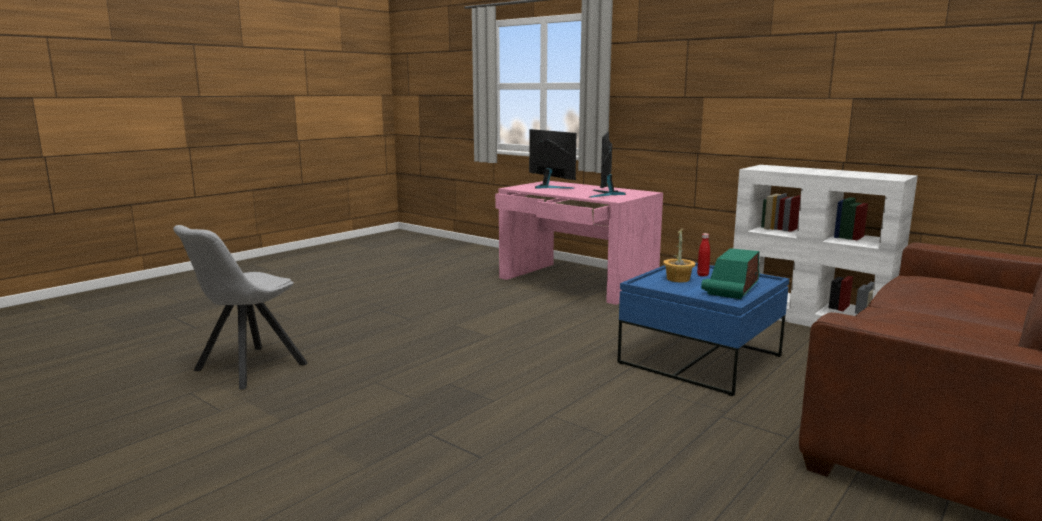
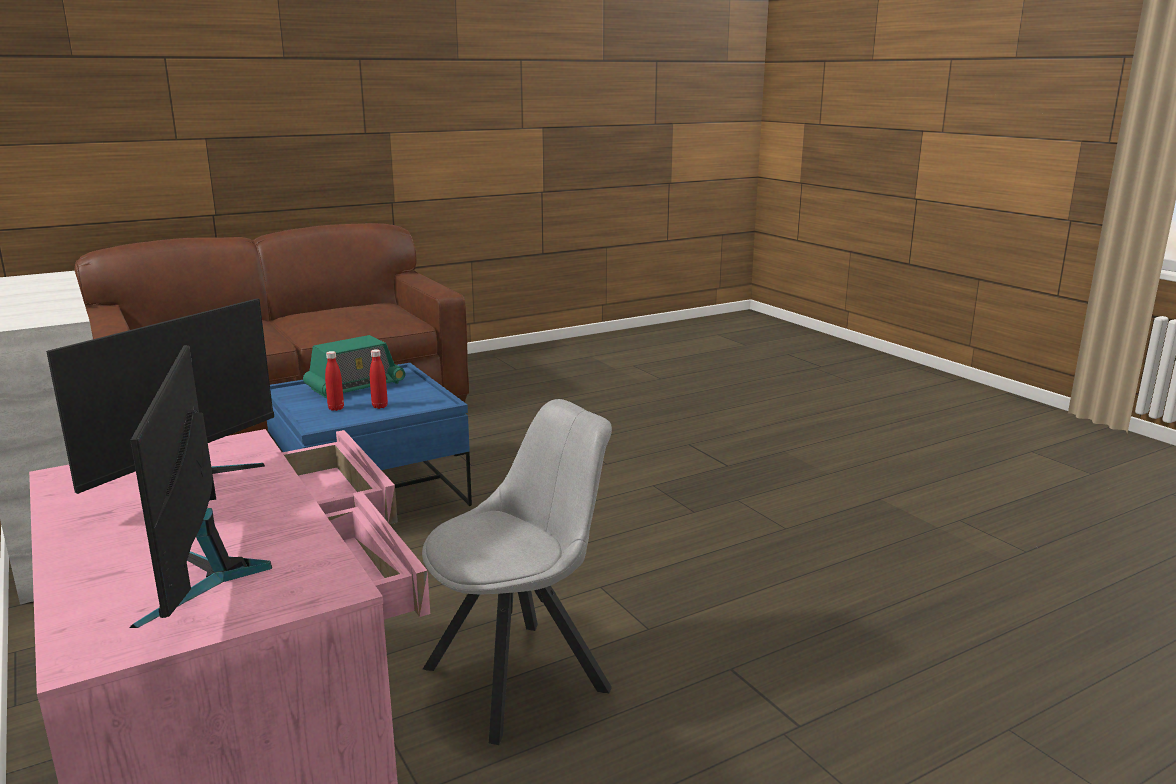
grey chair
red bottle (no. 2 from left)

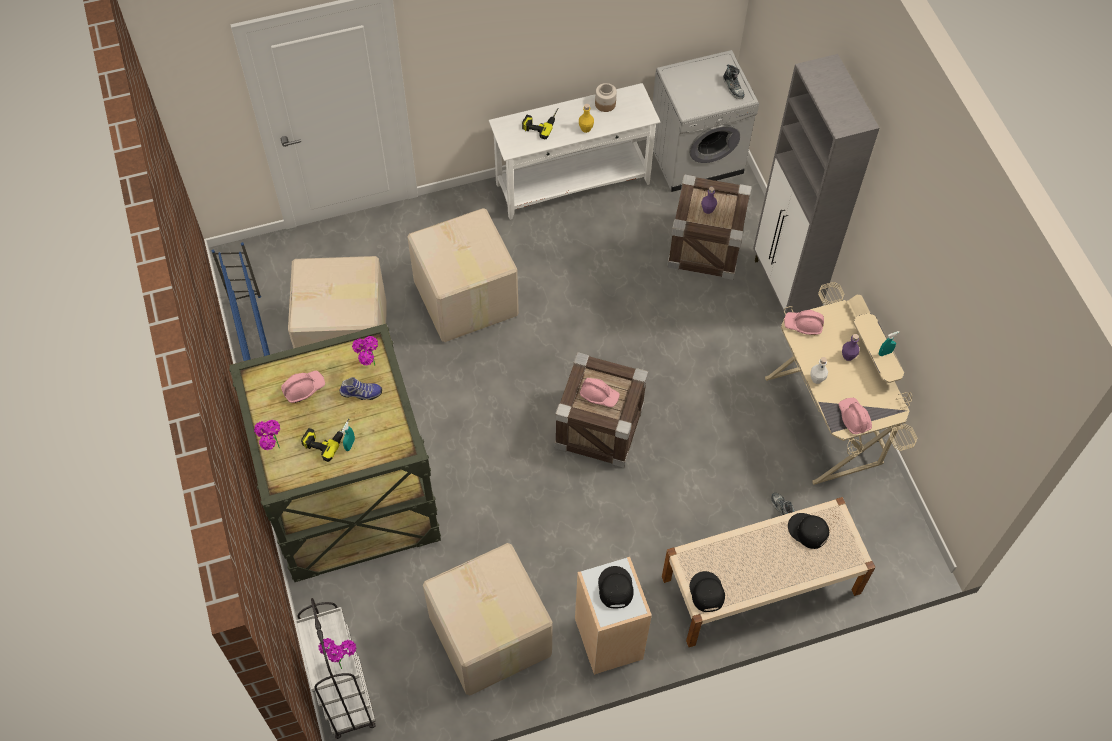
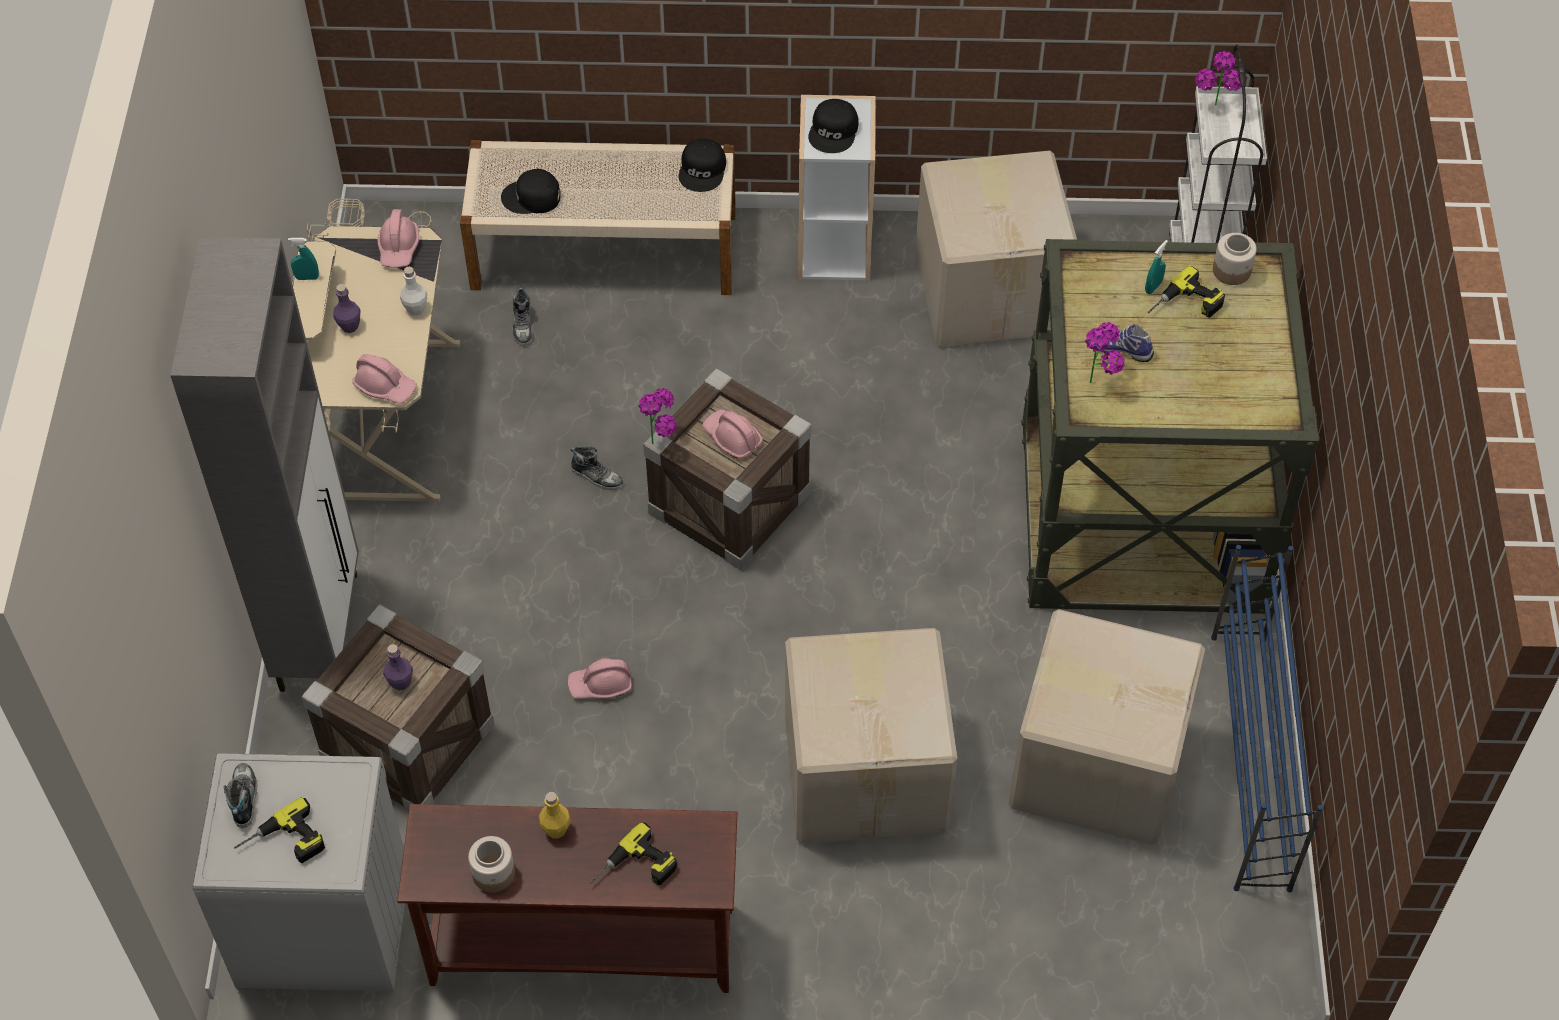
brown console table
pink hard hat (no. 3 from left)
potted plant (no. 1 from left)
black cap (no. 1 from left)
jar (no. 2 from left)
shoe (no. 3 from left)
power drill (no. 1 from left)

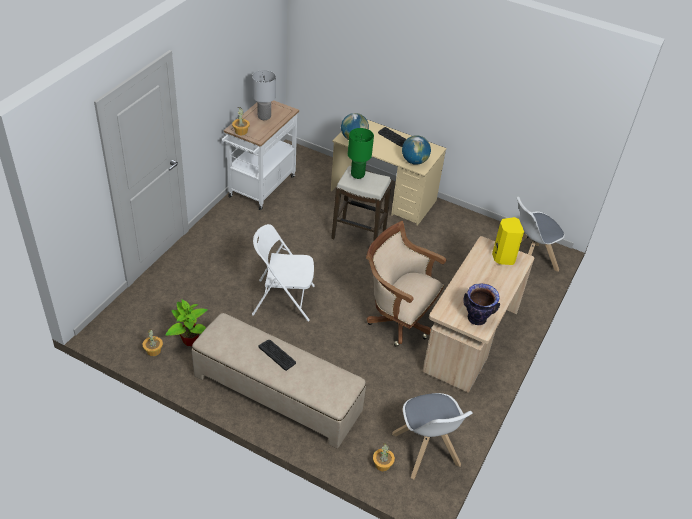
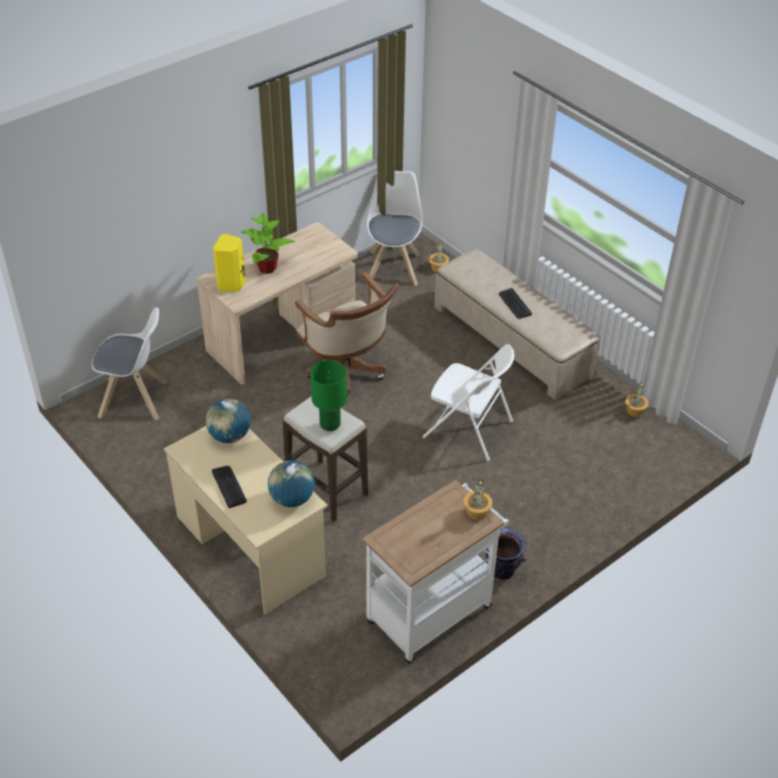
grey table lamp
vase
potted plant (no. 1 from left)

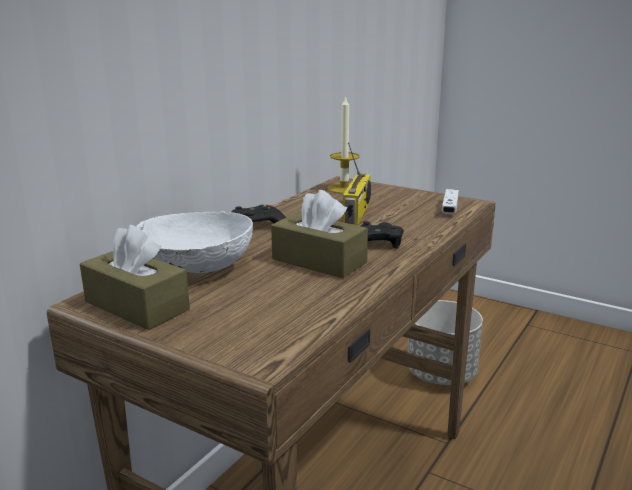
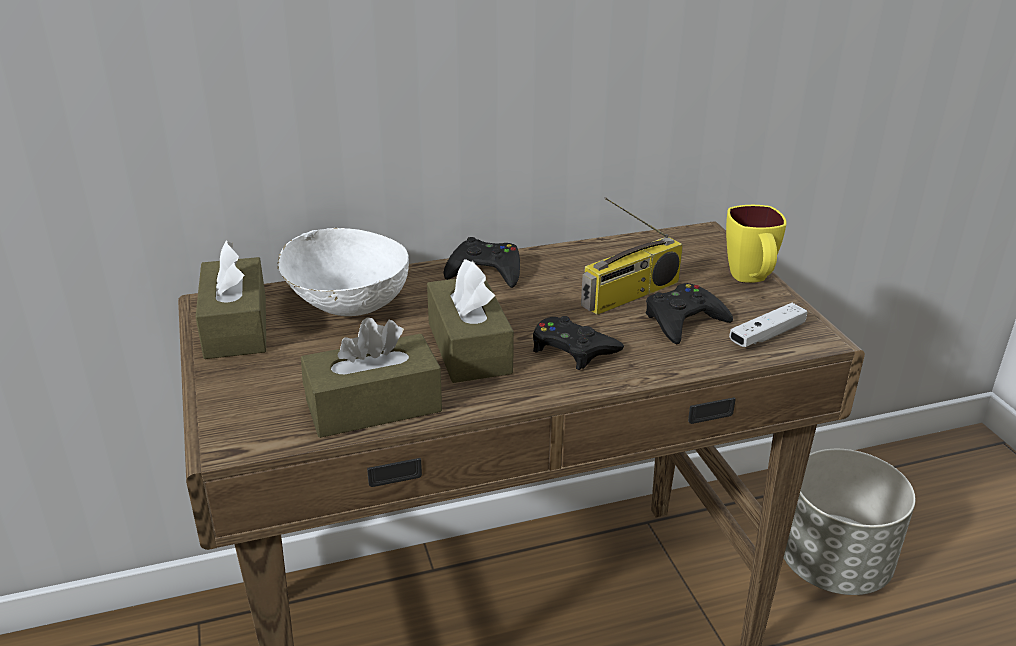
candle
yellow mug
black game controller (no. 3 from left)
brown tissue box (no. 2 from left)

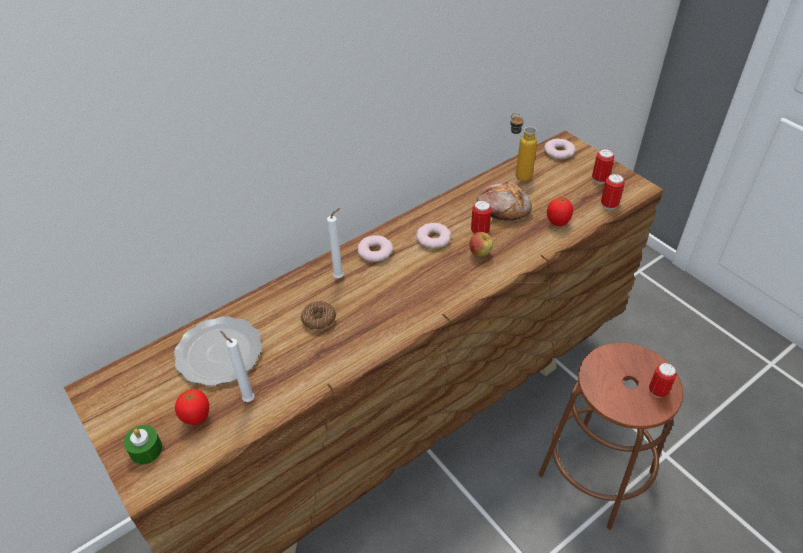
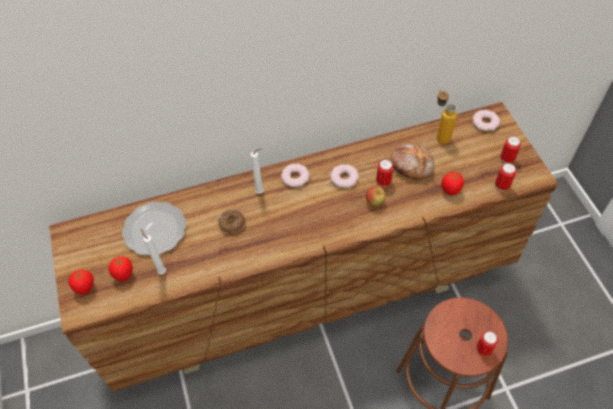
tomato (no. 1 from left)

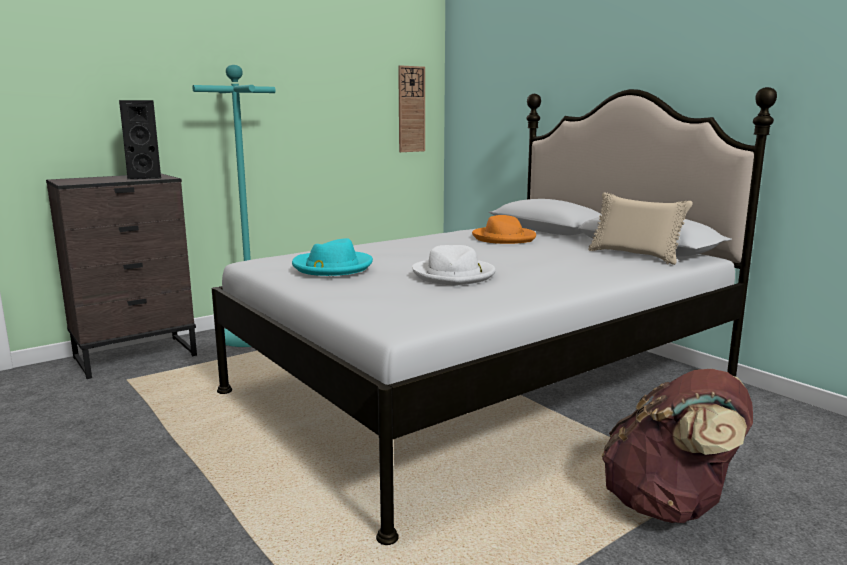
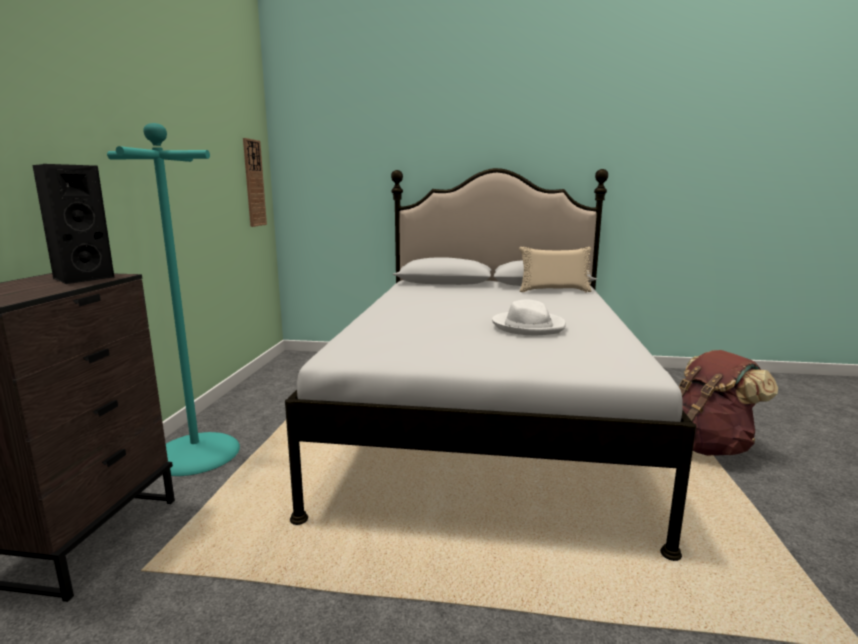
orange hat
turquoise hat

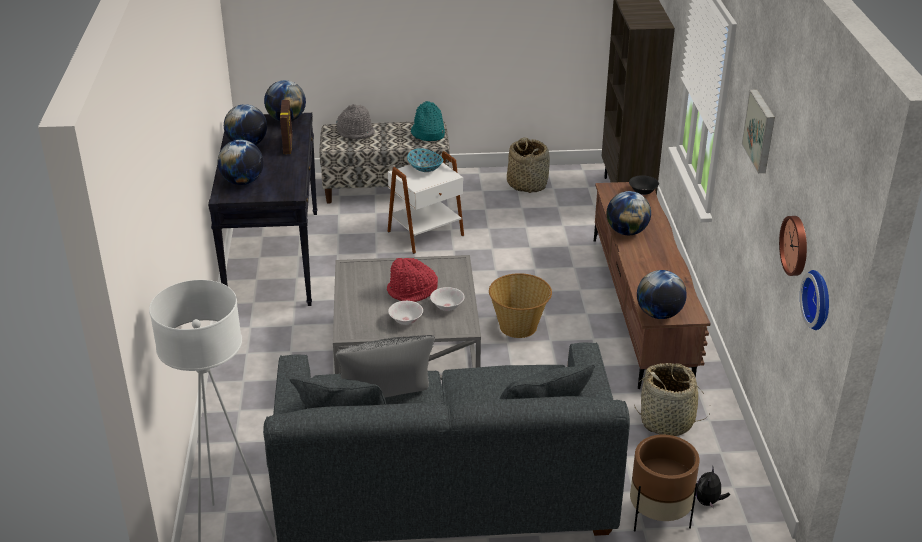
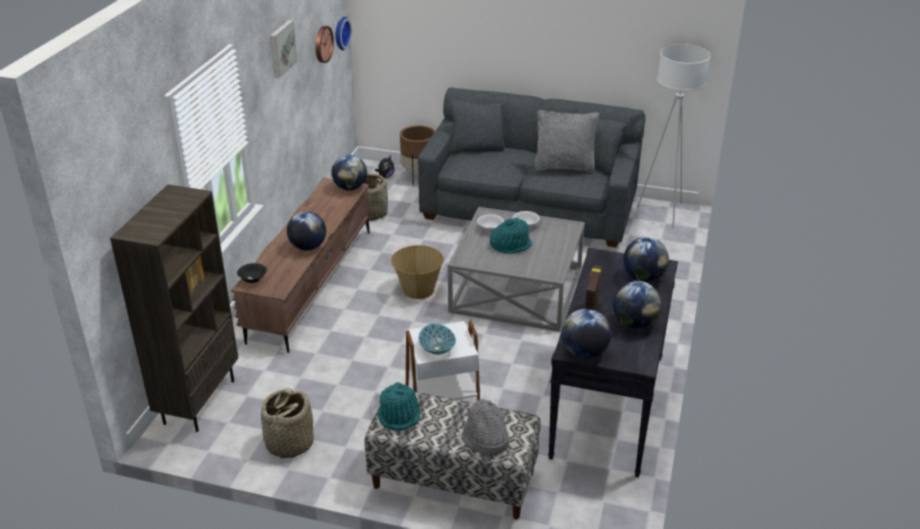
turquoise hat (no. 2 from left)

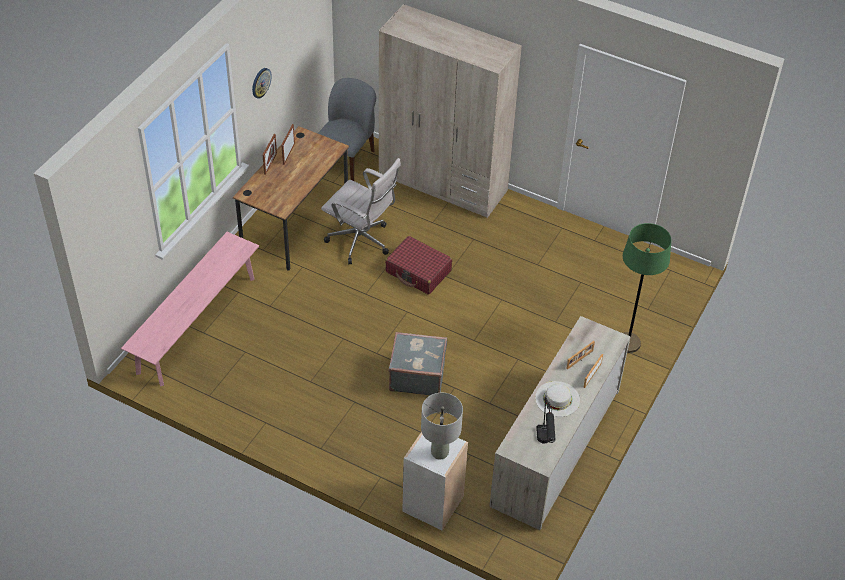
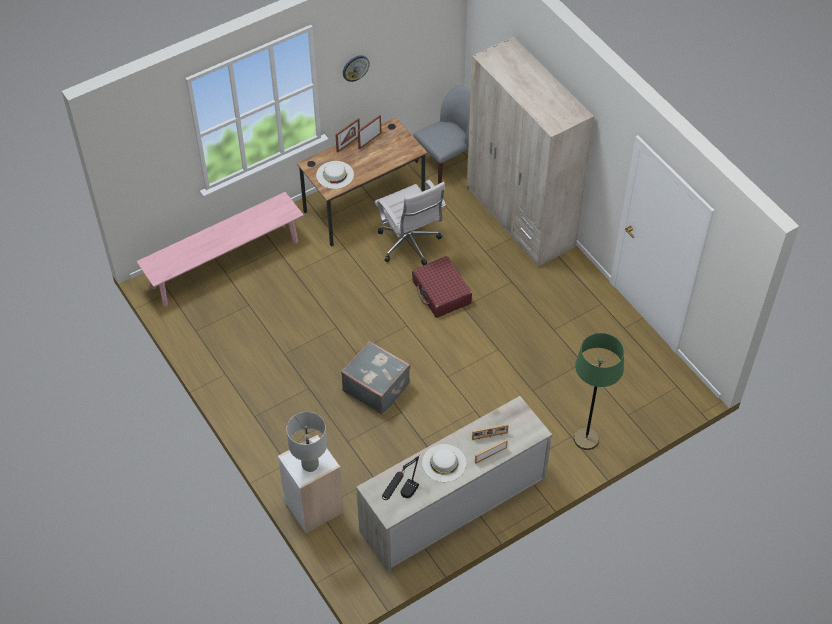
white hat (no. 1 from left)

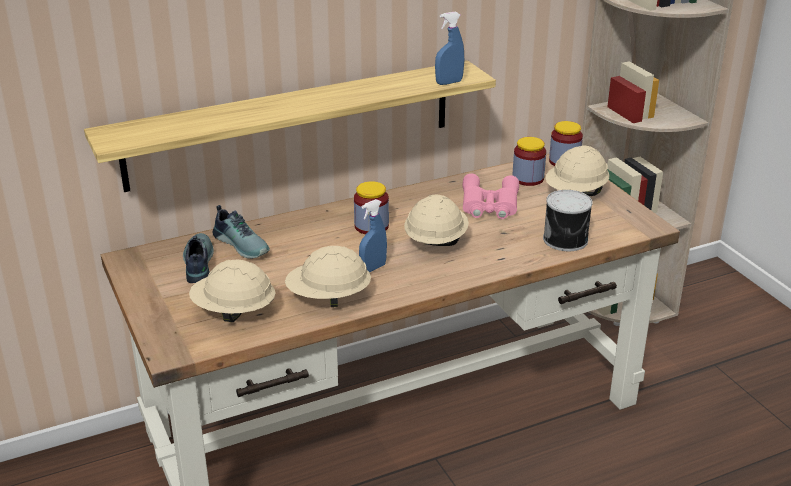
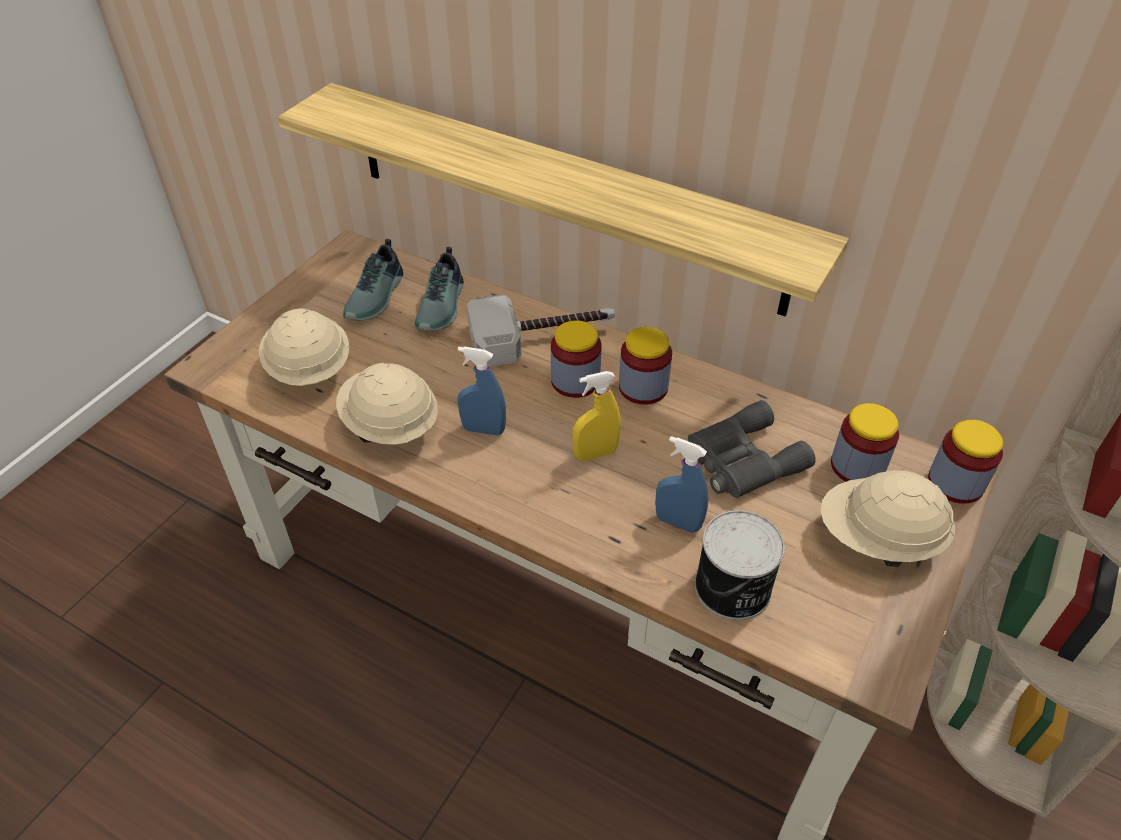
blue spray bottle (no. 2 from left)
grey binoculars
yellow spray bottle
shoe (no. 1 from left)
hammer
jar (no. 2 from left)

